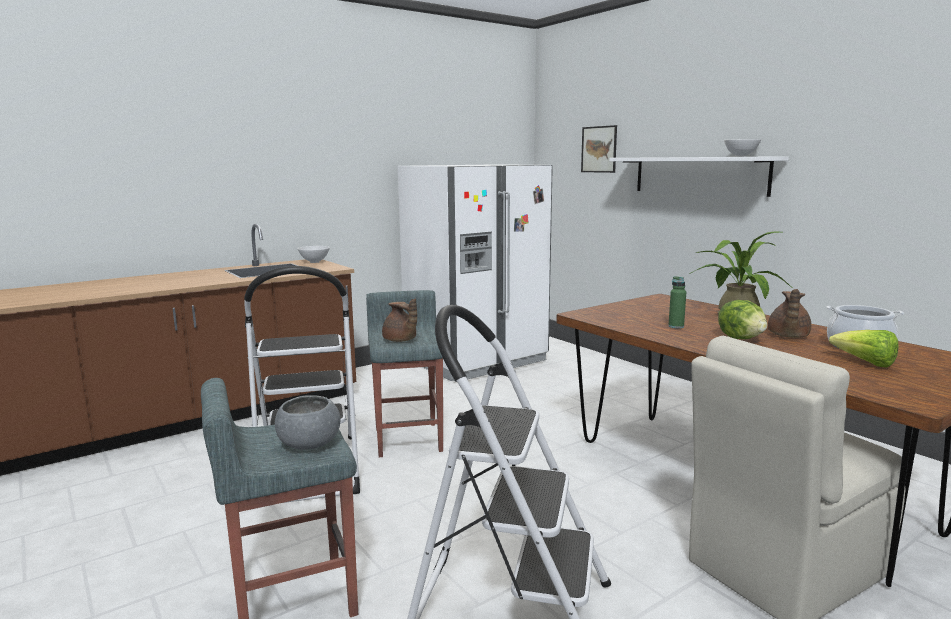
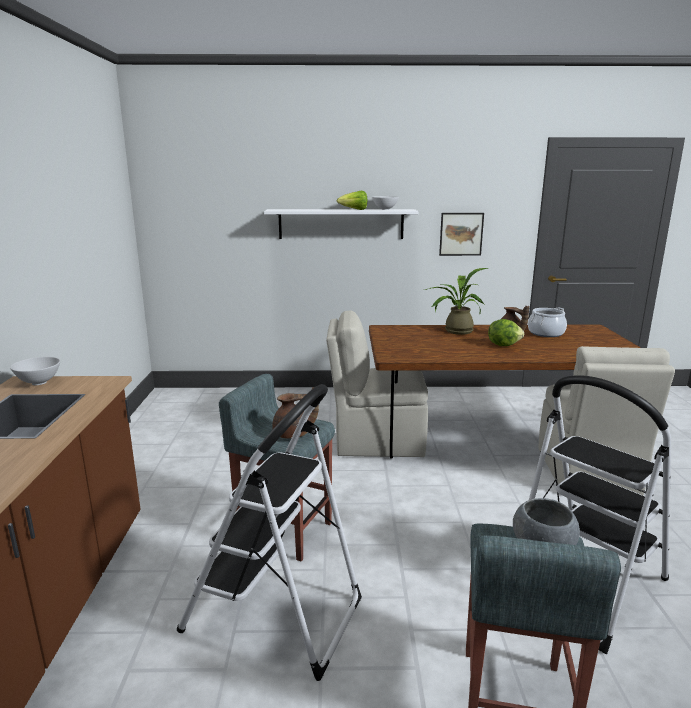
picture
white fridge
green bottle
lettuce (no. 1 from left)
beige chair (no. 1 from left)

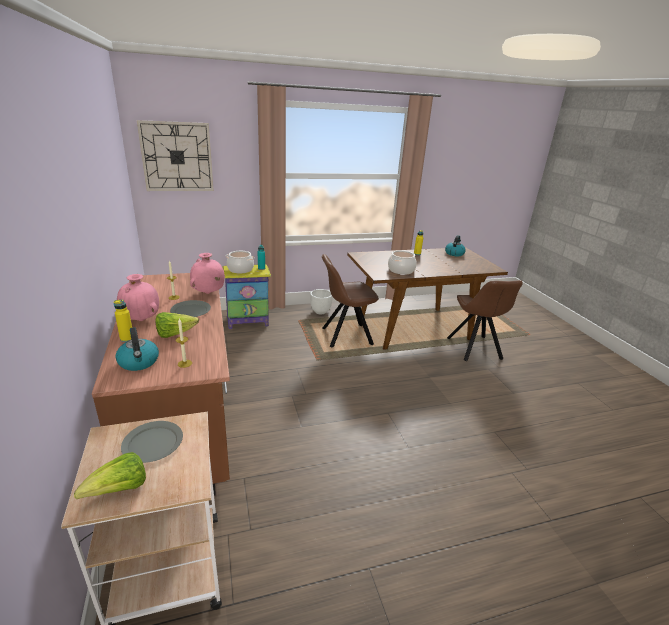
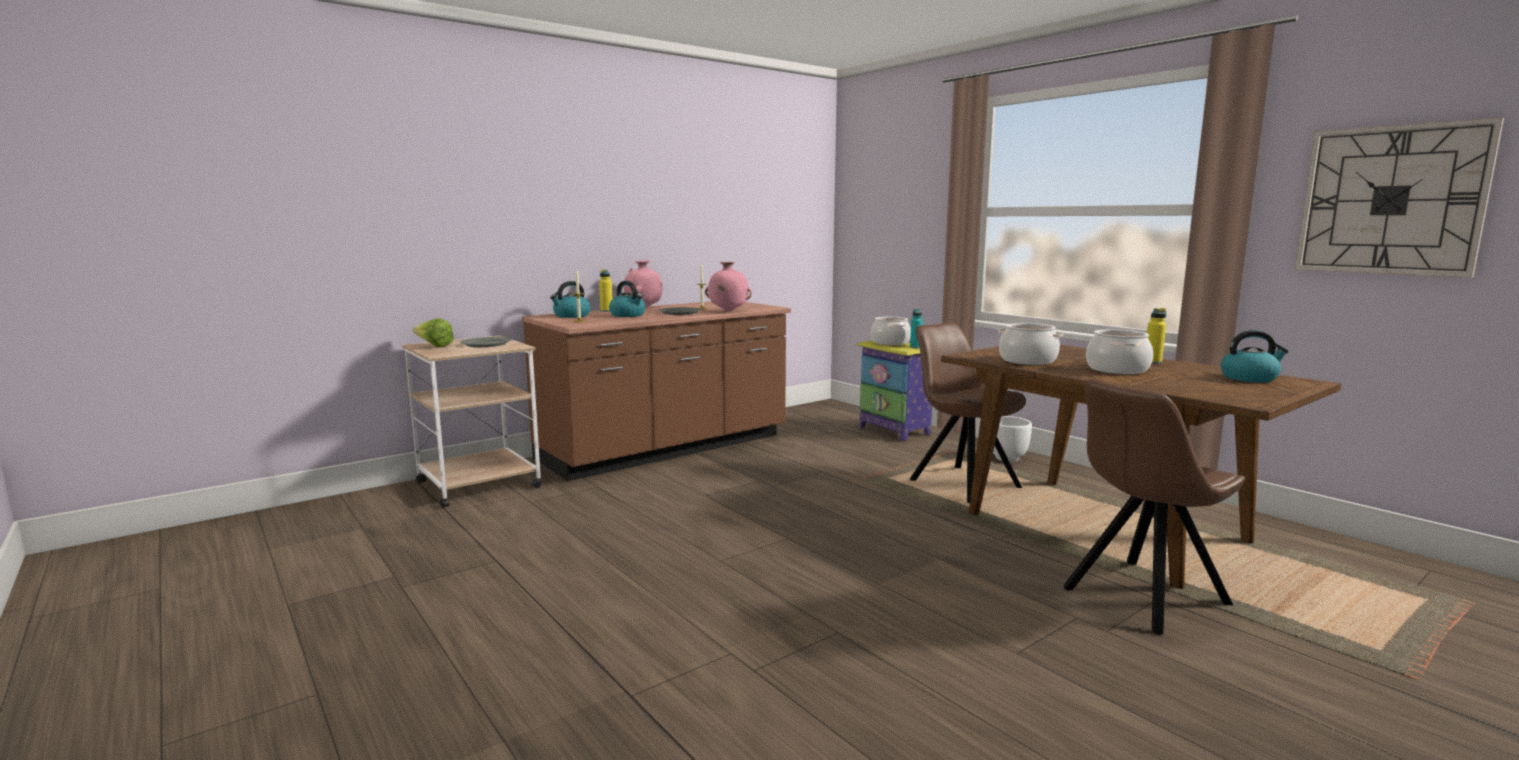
wall clock
kettle (no. 2 from left)
cooking pot (no. 3 from left)

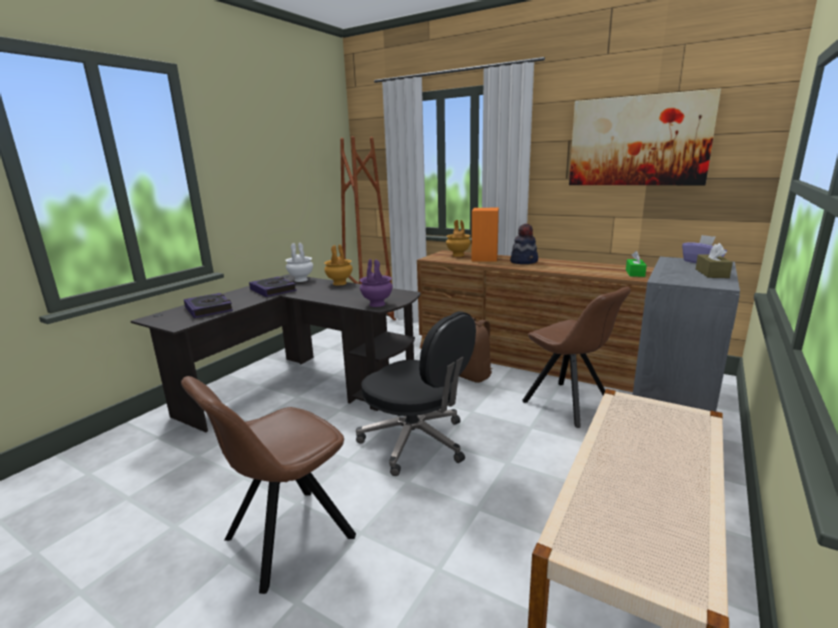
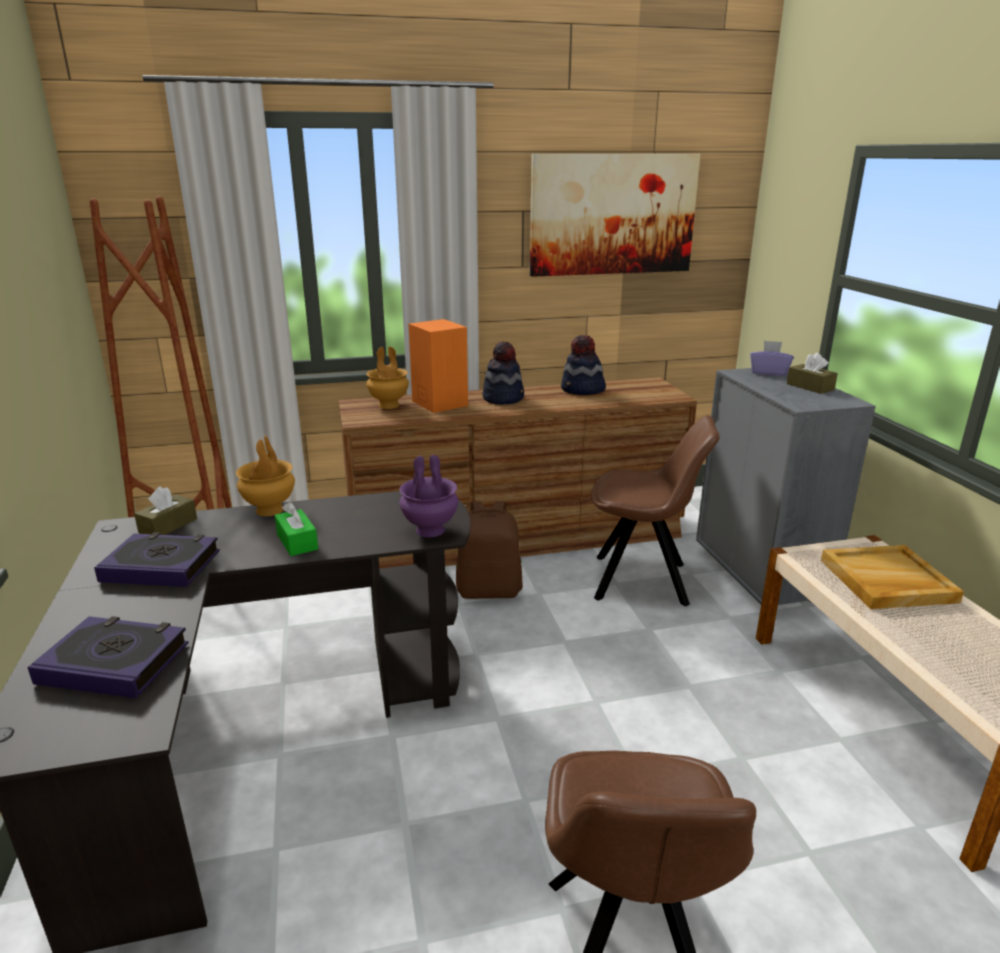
brown tissue box (no. 1 from left)
green tissue box
black office chair
hat (no. 2 from left)
beige tray

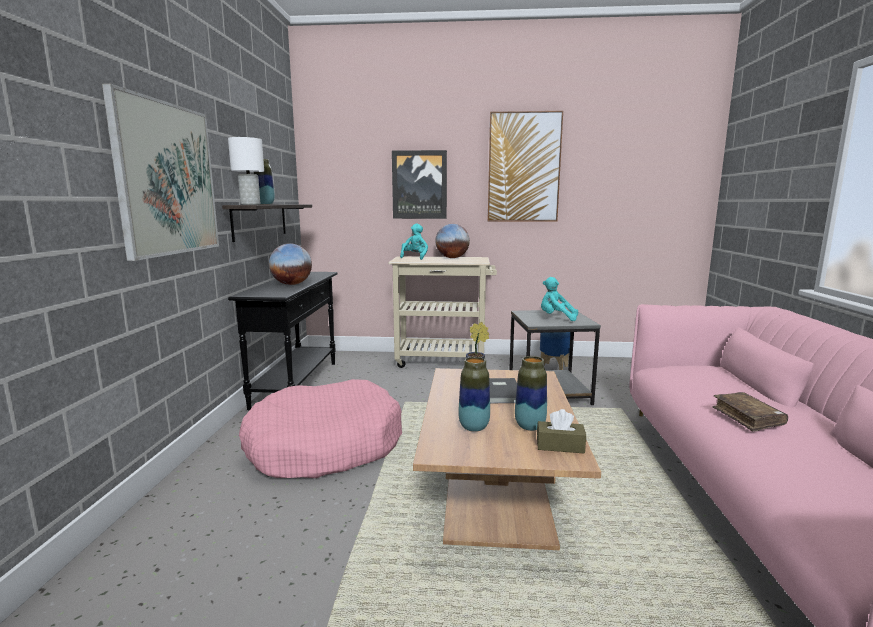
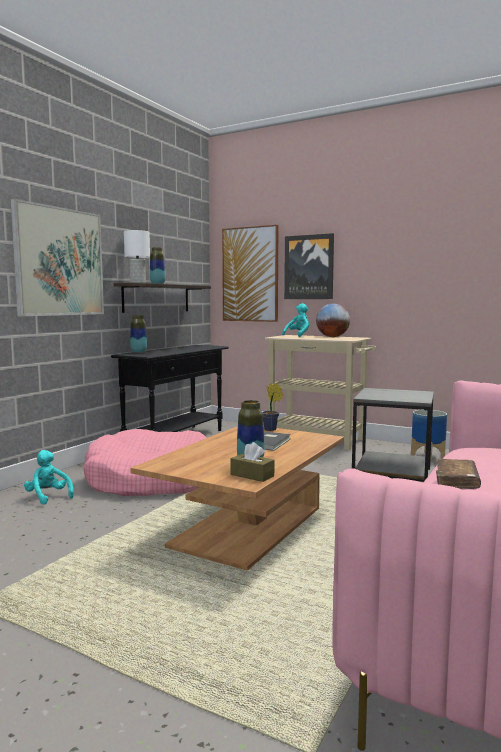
picture (no. 2 from left)
globe (no. 1 from left in the first image)
turquoise plush toy (no. 1 from left)
vase (no. 1 from left)

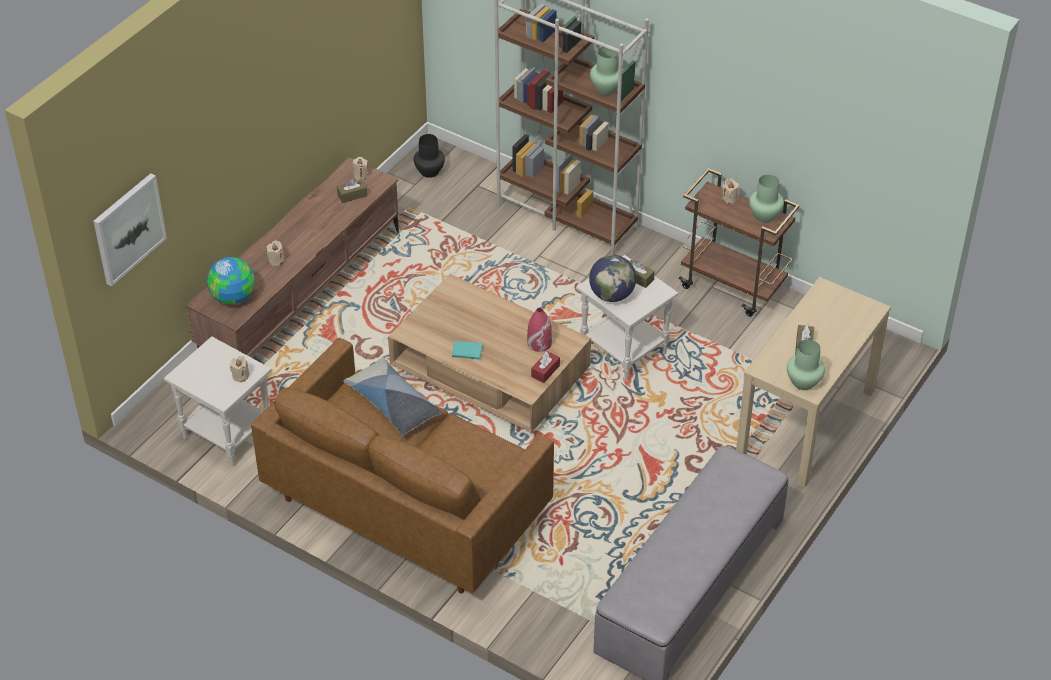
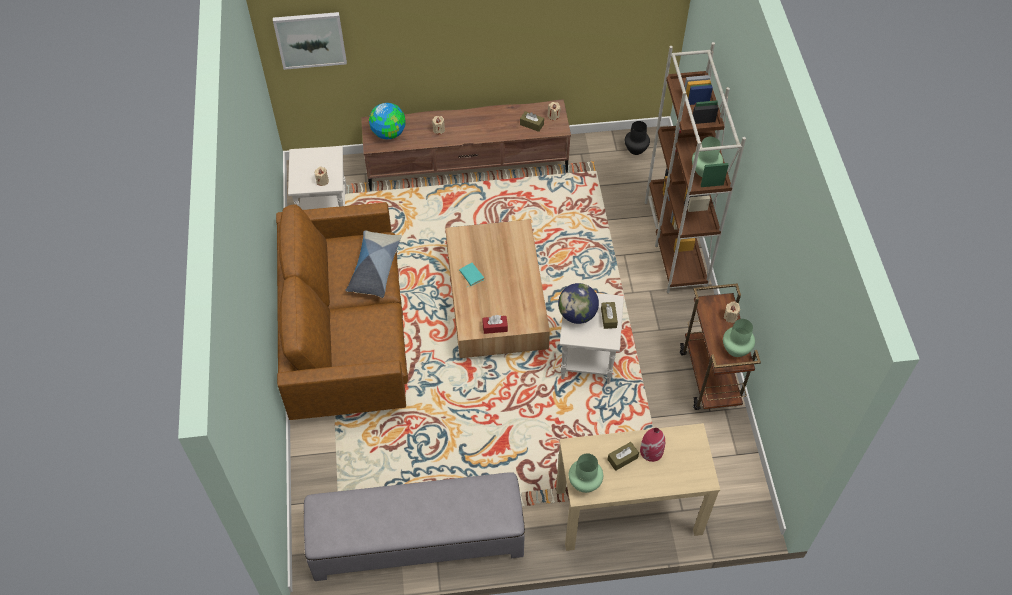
red vase

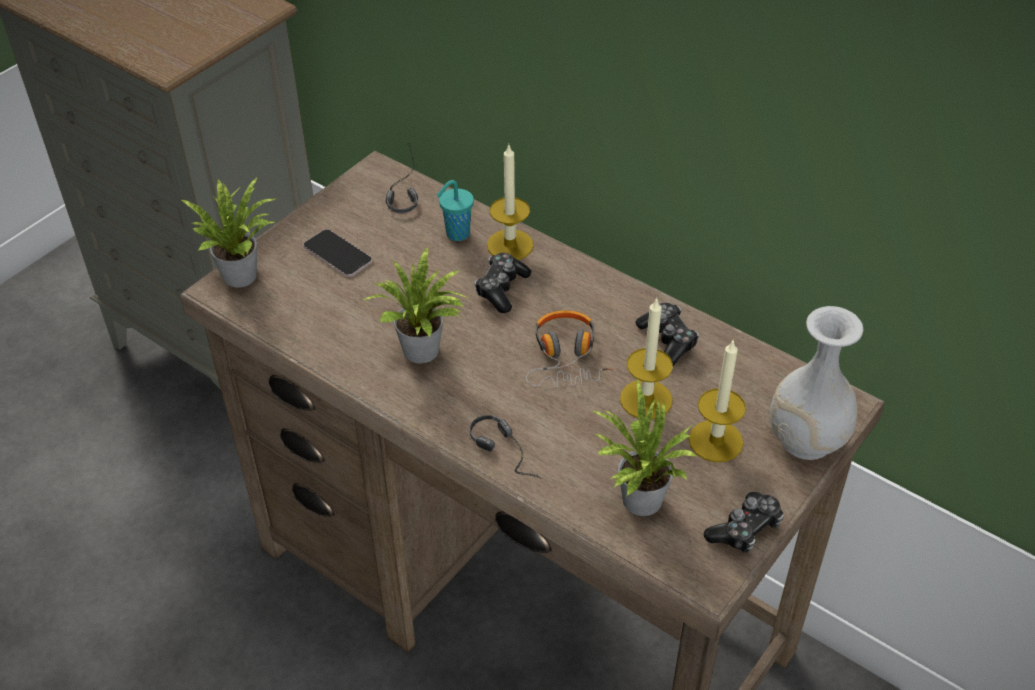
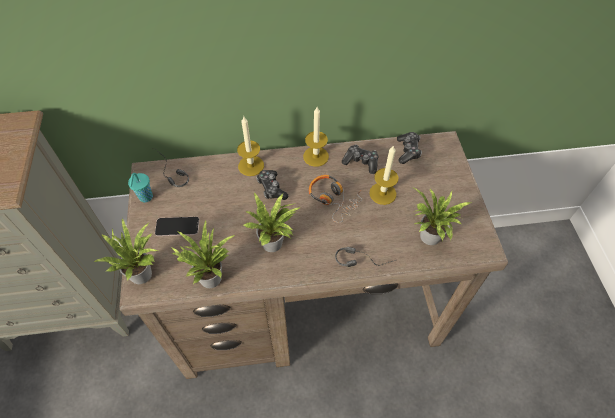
turquoise cup
white vase
candle (no. 2 from left)
game controller (no. 3 from left)
potted plant (no. 2 from left)

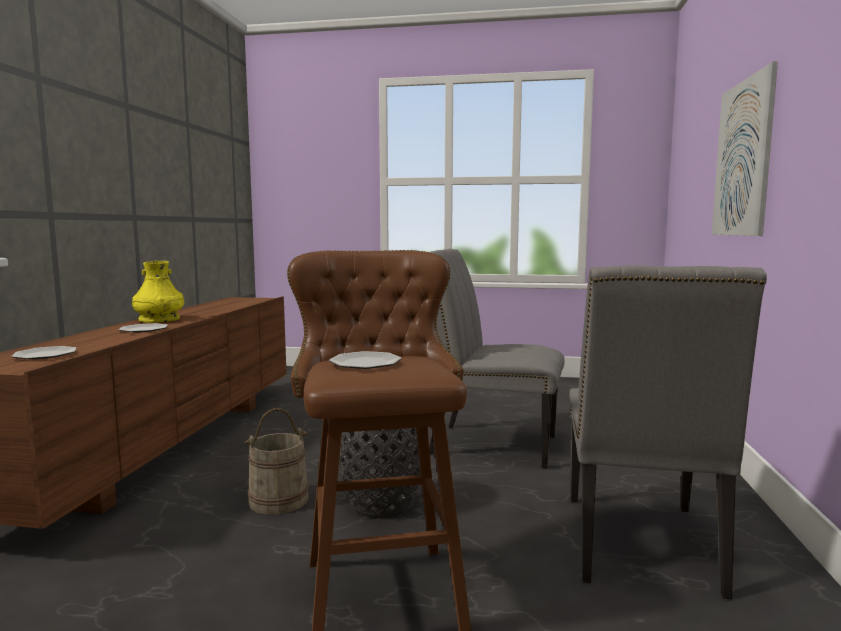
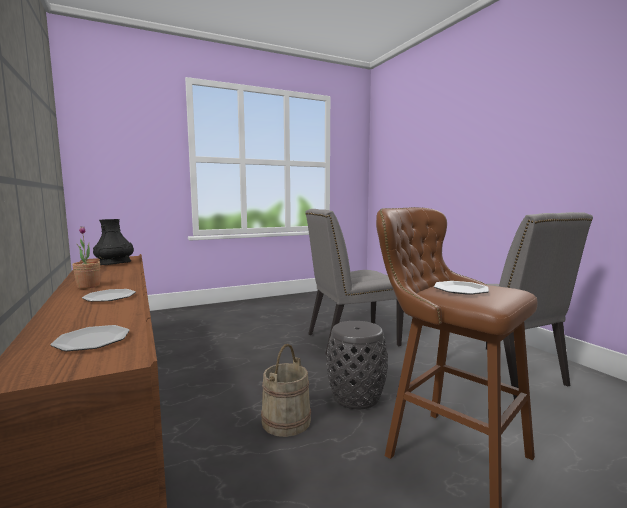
picture
potted plant
black vase

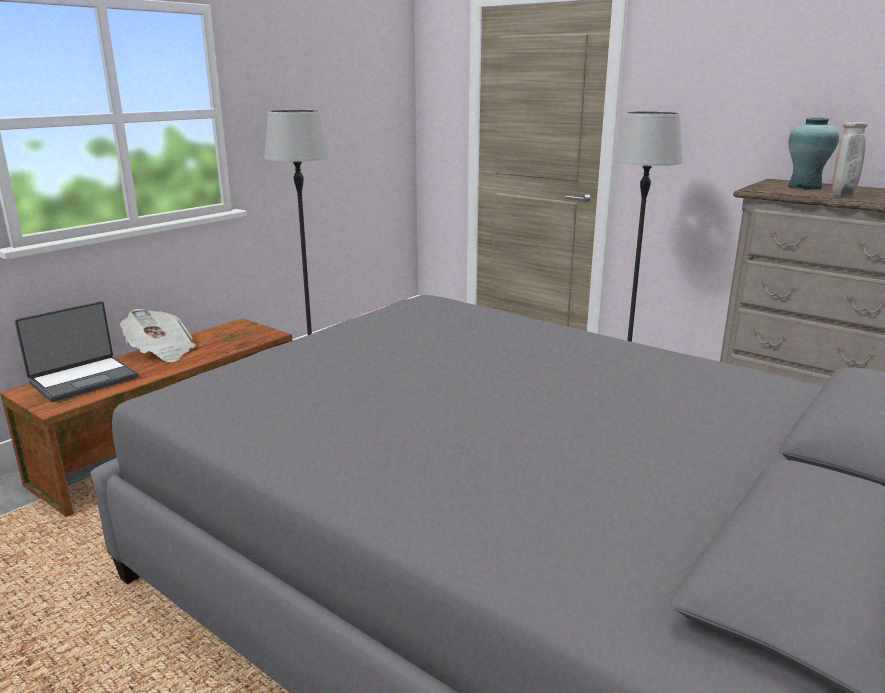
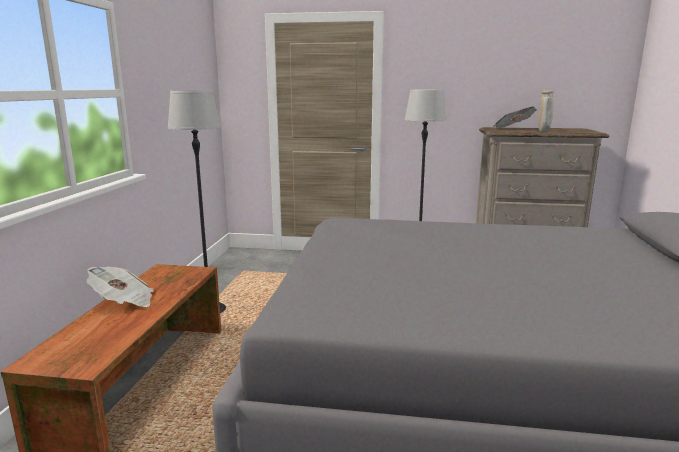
newspaper (no. 2 from left)
laptop

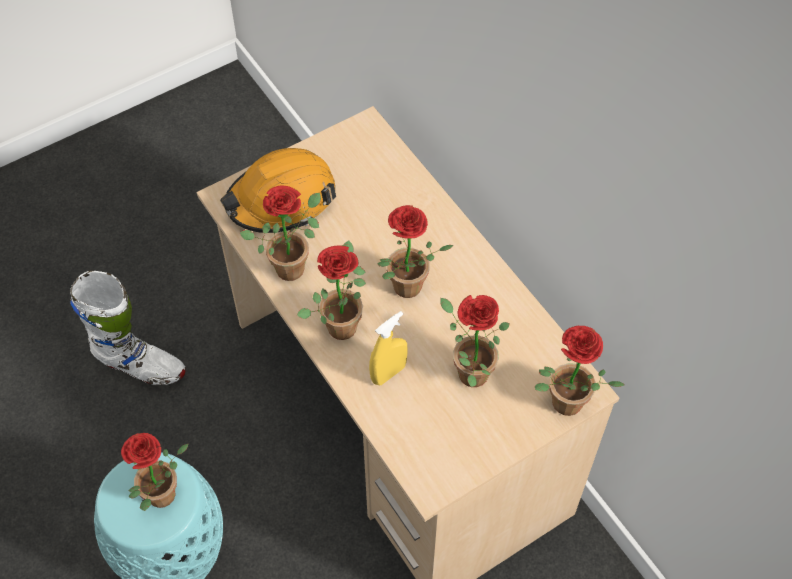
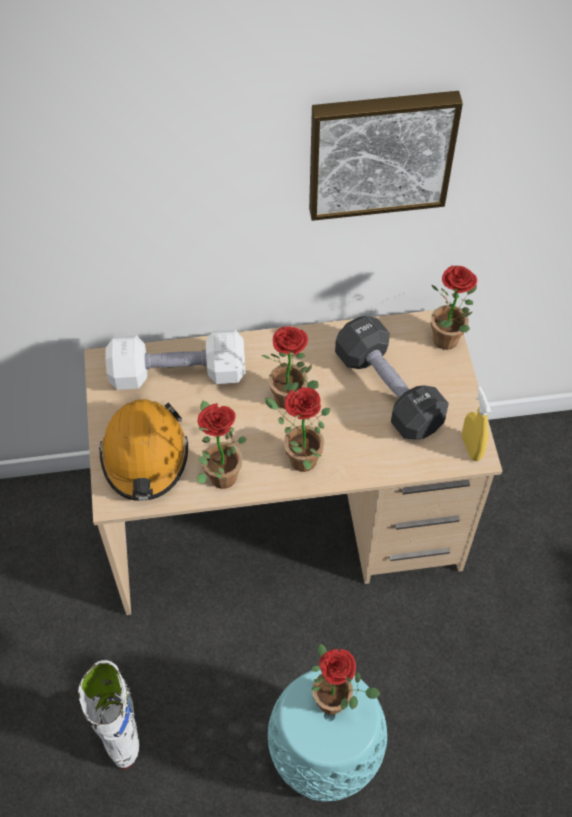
white boot
black dumbbell
yellow spray bottle
picture
white dumbbell

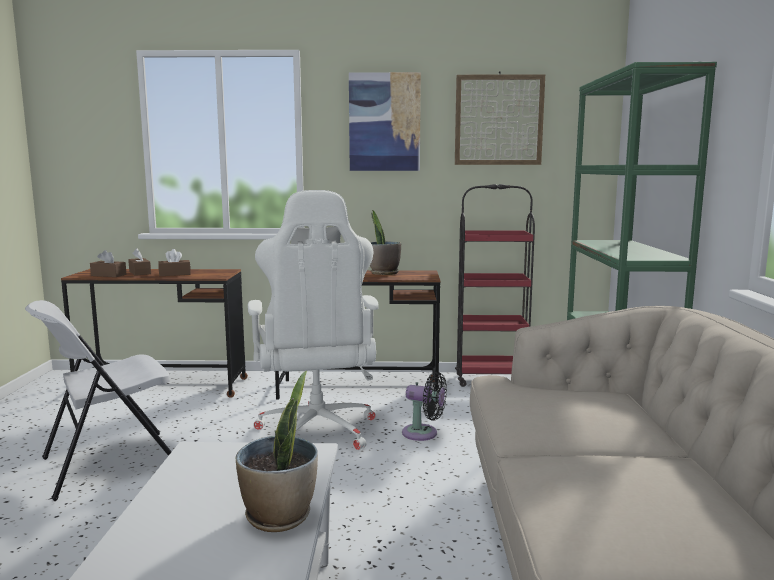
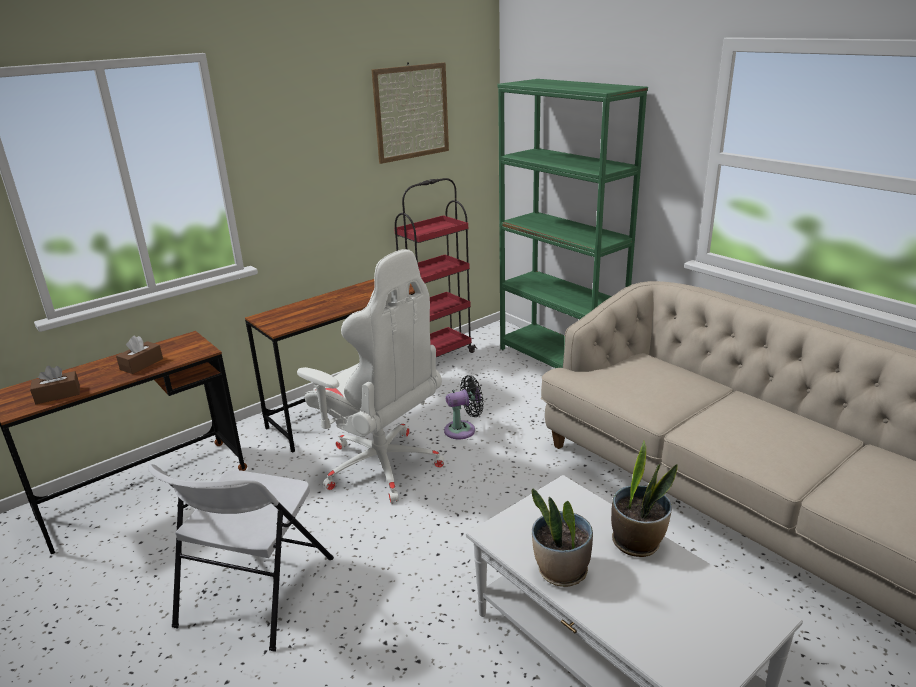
picture (no. 1 from left in the first image)
potted plant (no. 1 from left)
brown tissue box (no. 2 from left in the first image)

